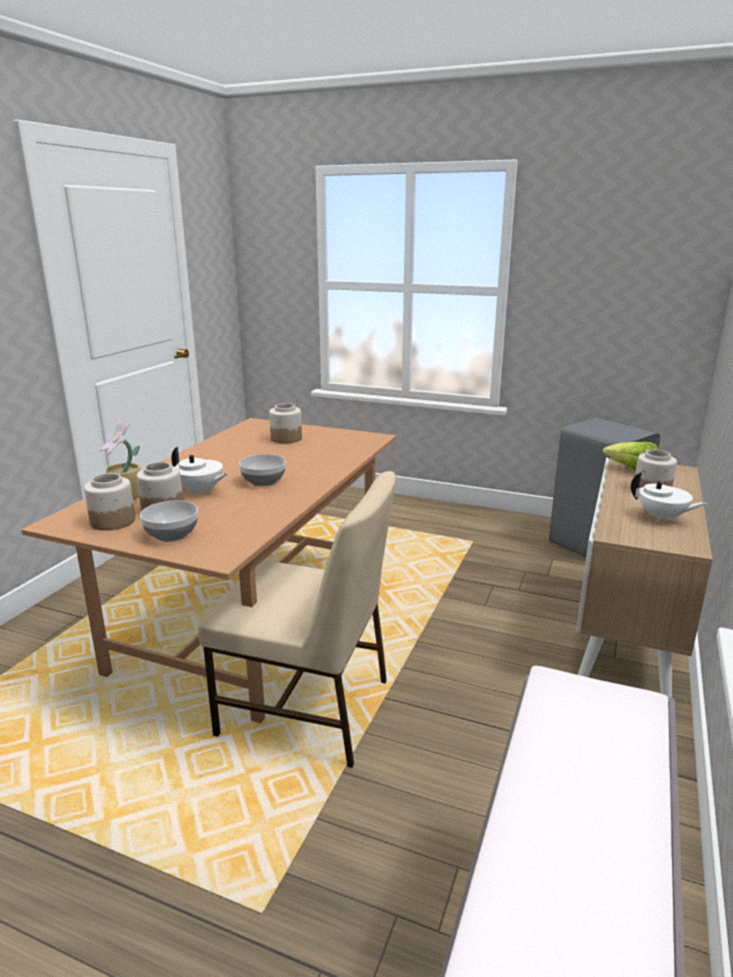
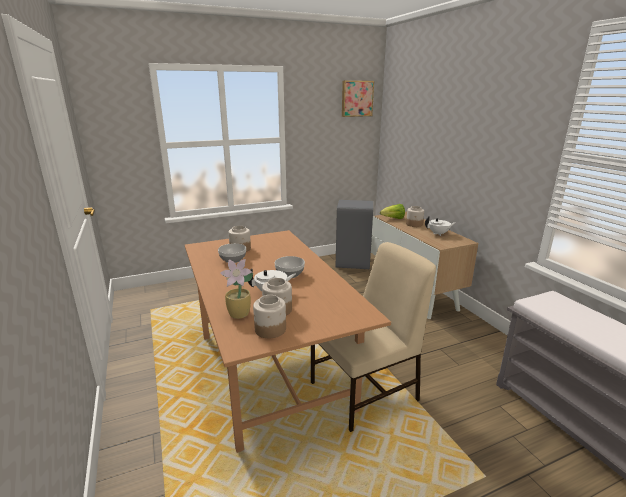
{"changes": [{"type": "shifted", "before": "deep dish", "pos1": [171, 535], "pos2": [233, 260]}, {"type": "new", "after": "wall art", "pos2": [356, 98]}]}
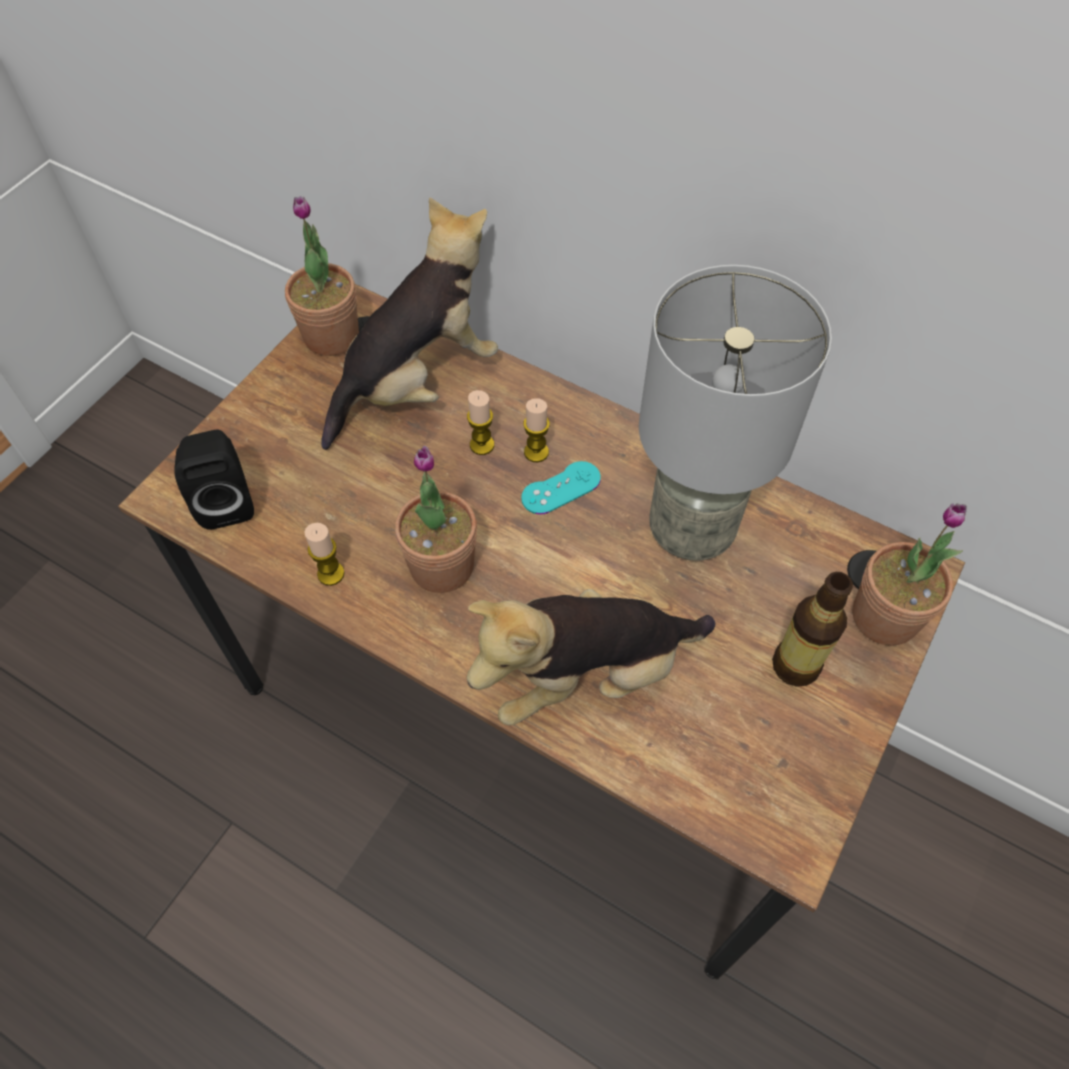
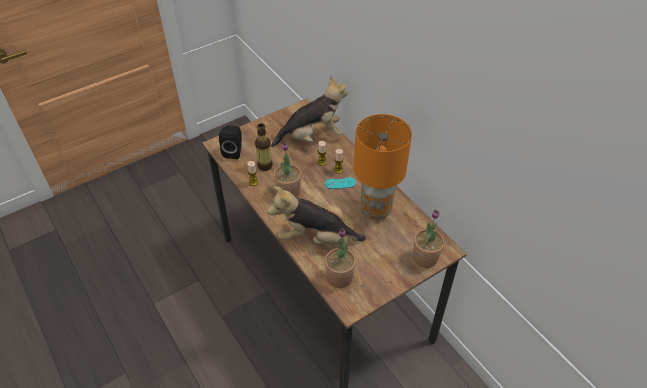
{"changes": [{"type": "shifted", "before": "potted plant", "pos1": [331, 336], "pos2": [339, 278]}, {"type": "repainted", "before": "grey table lamp", "after": "orange table lamp", "pos1": [689, 531], "pos2": [375, 210]}, {"type": "shifted", "before": "beverage bottle", "pos1": [795, 665], "pos2": [265, 166]}]}
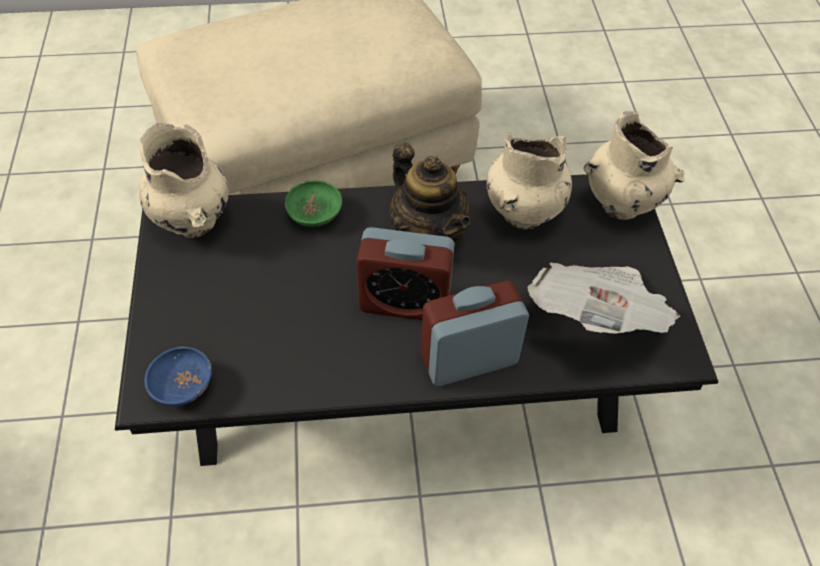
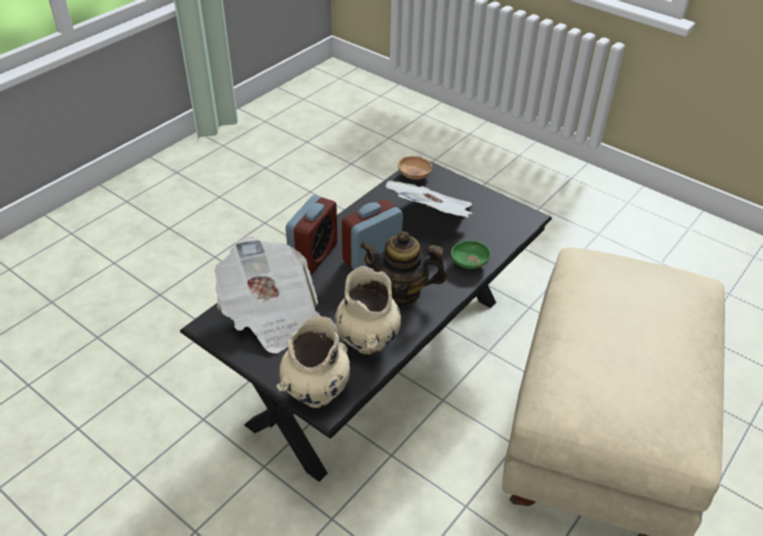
{"changes": [{"type": "gone", "before": "beige flower vase", "pos1": [193, 223]}, {"type": "repainted", "before": "blue-coloured deep dish", "after": "brownish deep dish", "pos1": [182, 386], "pos2": [414, 175]}, {"type": "new", "after": "printed paper", "pos2": [432, 217]}]}
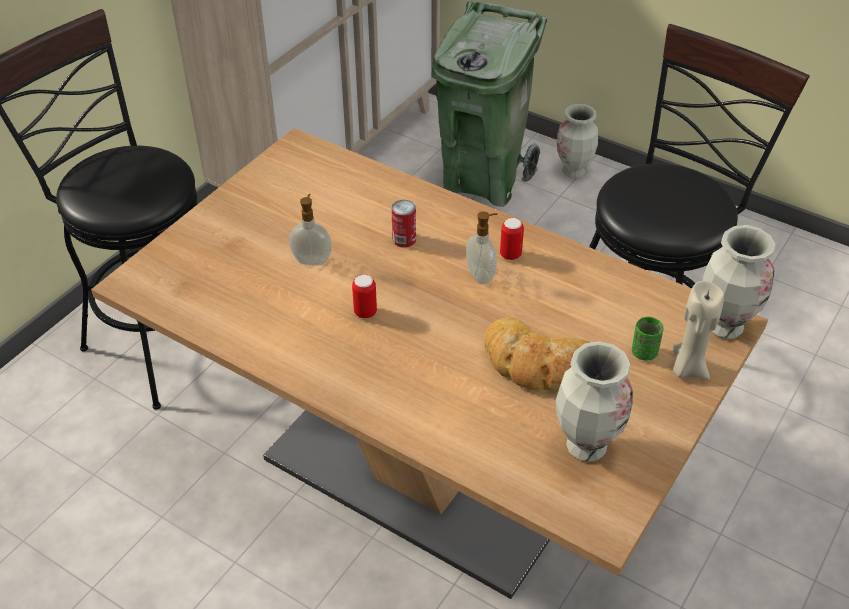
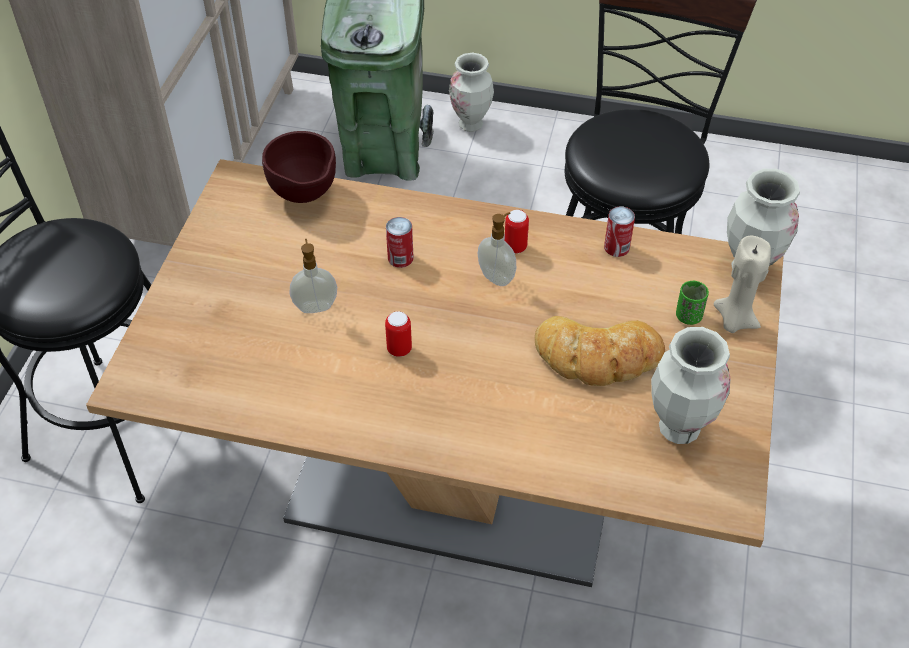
{"changes": [{"type": "new", "after": "brownish deep dish", "pos2": [305, 197]}, {"type": "new", "after": "sealed can", "pos2": [616, 247]}]}
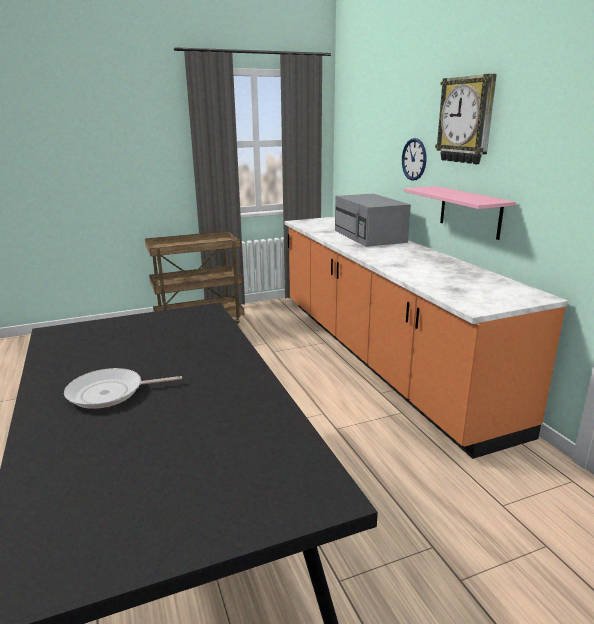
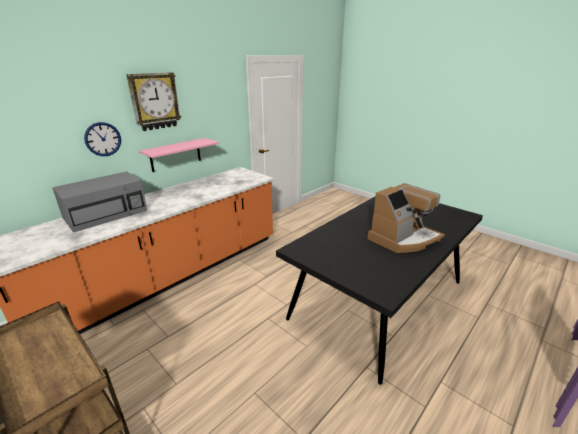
{"changes": [{"type": "swapped", "before": "skillet", "after": "coffee maker", "pos1": [110, 393], "pos2": [403, 239]}]}
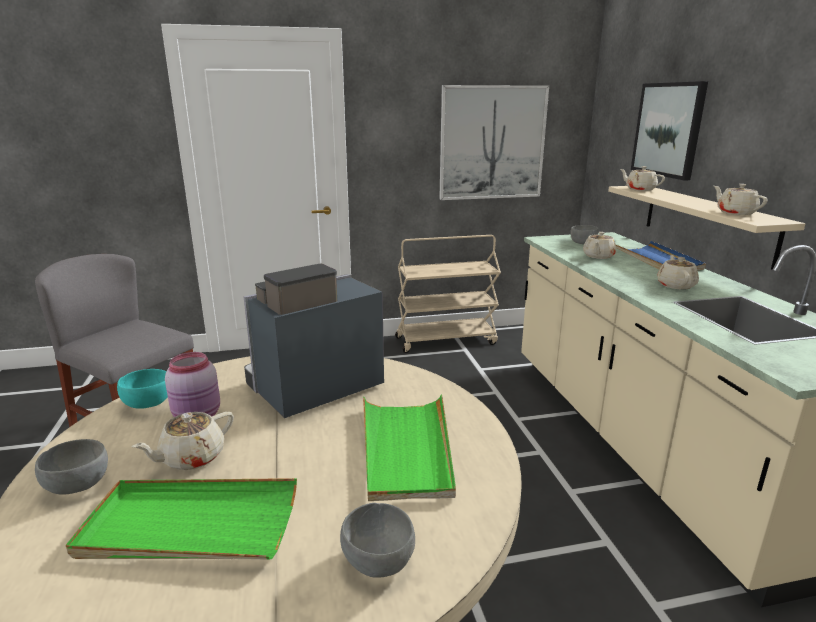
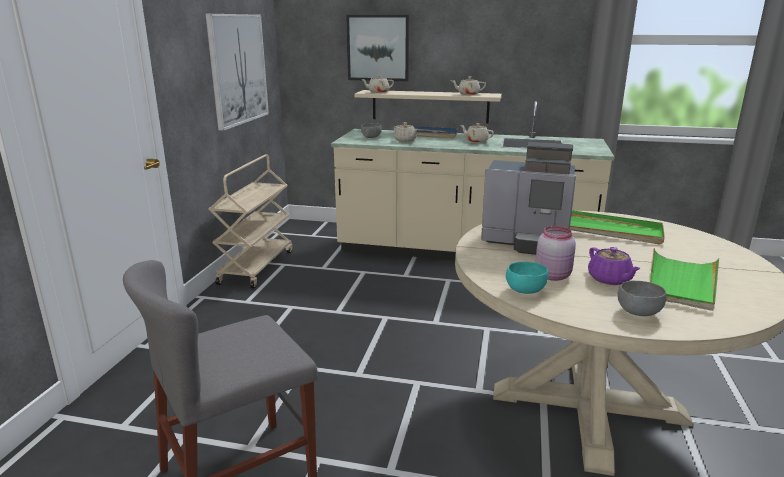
{"changes": [{"type": "rotated", "before": "coffee maker", "pos1": [312, 389], "pos2": [528, 242], "turn": -60}, {"type": "repainted", "before": "beige pot for tea", "after": "purplish pot for tea", "pos1": [191, 457], "pos2": [610, 279]}, {"type": "gone", "before": "grey deep dish", "pos1": [379, 561]}]}
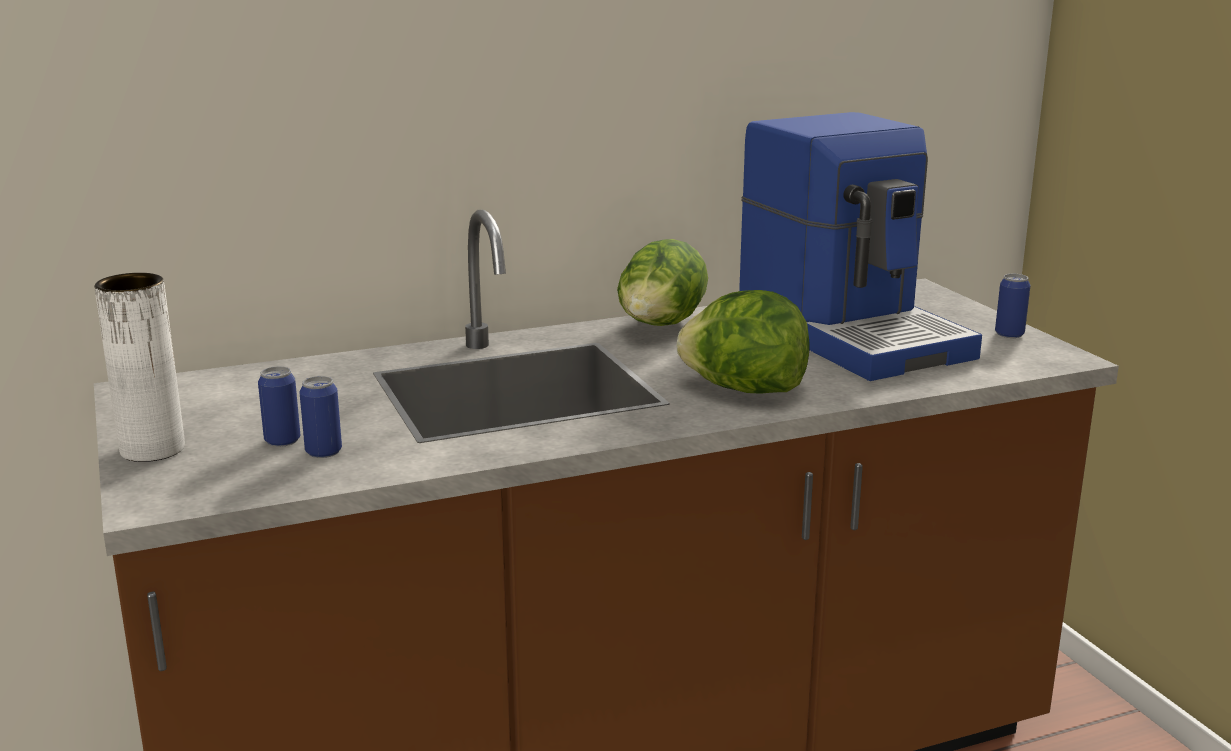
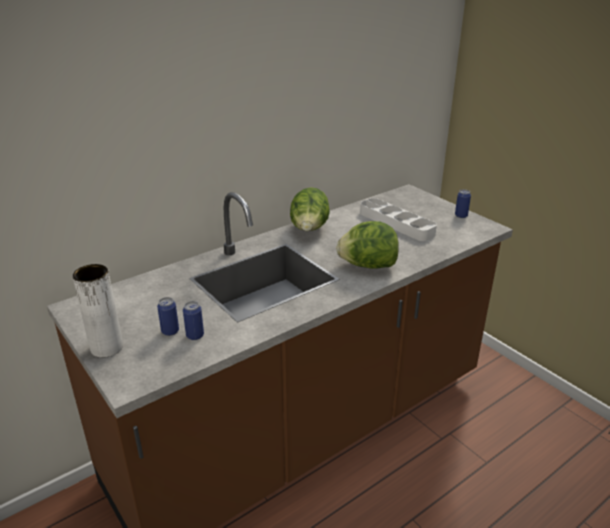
{"changes": [{"type": "swapped", "before": "coffee maker", "after": "whitish tray", "pos1": [853, 333], "pos2": [396, 223]}]}
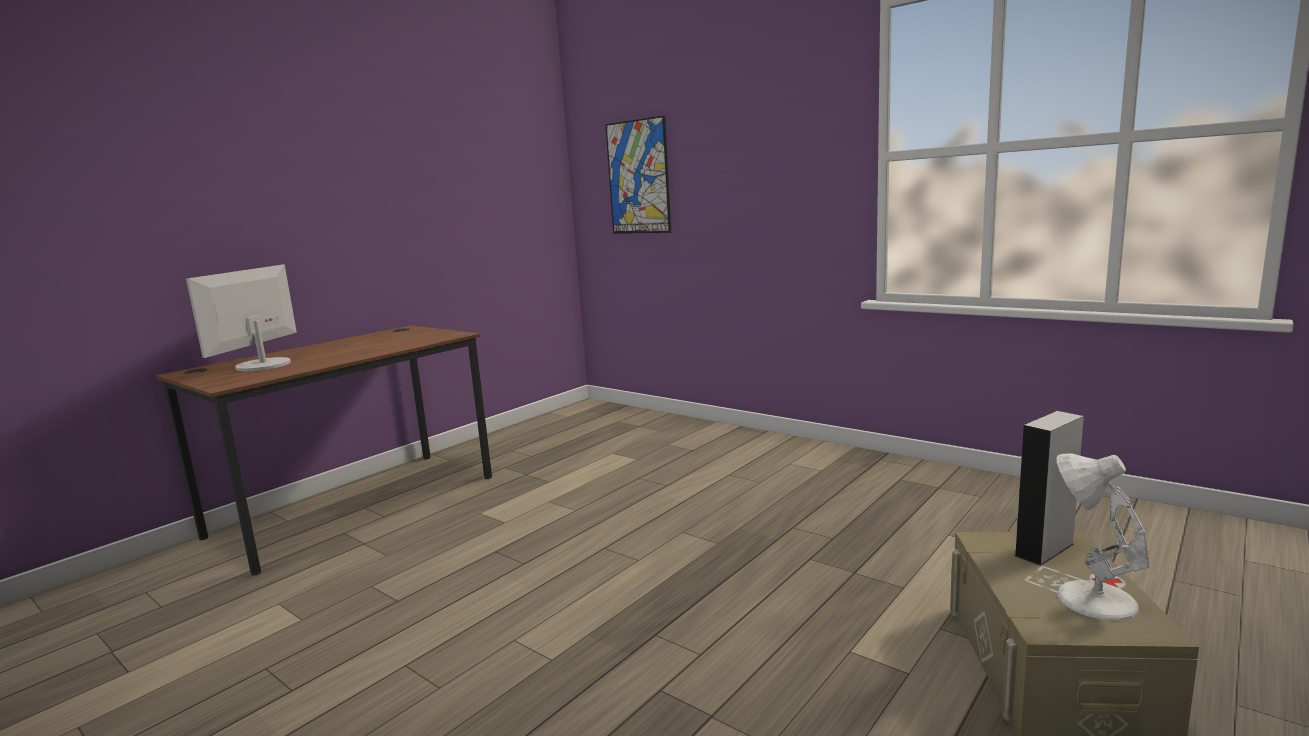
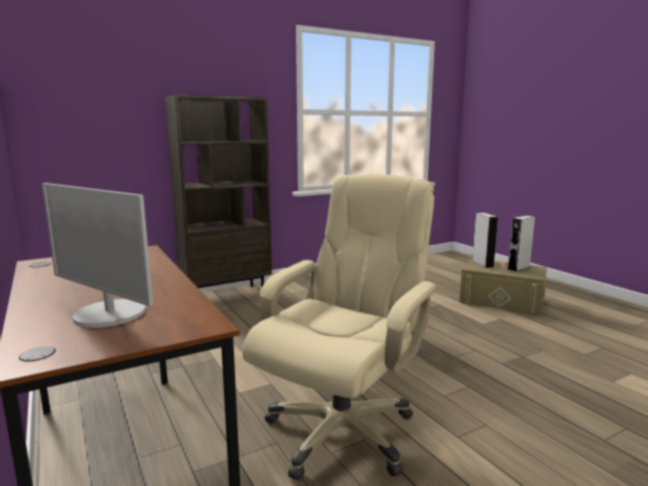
{"changes": [{"type": "gone", "before": "wall art", "pos1": [638, 177]}, {"type": "swapped", "before": "whitish table lamp", "after": "grey loudspeaker", "pos1": [1092, 599], "pos2": [518, 268]}, {"type": "new", "after": "brownish bookshelf", "pos2": [227, 295]}, {"type": "new", "after": "beige office chair", "pos2": [341, 431]}]}
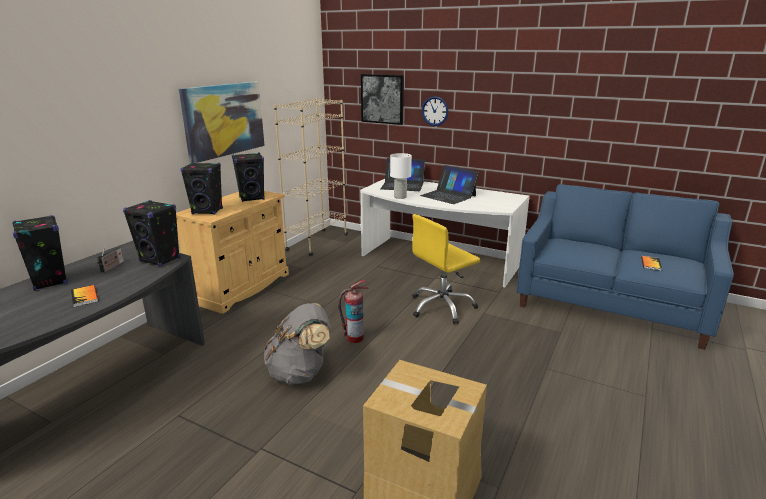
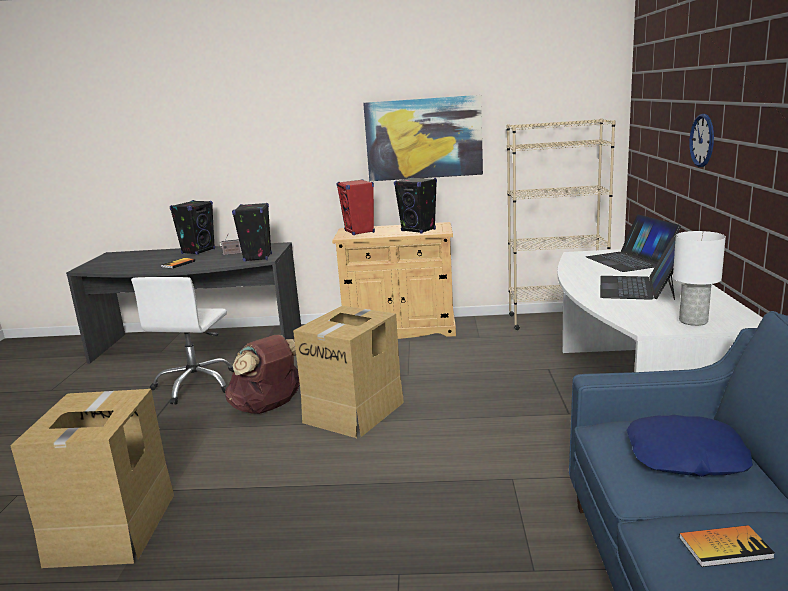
{"changes": [{"type": "gone", "before": "wall art", "pos1": [382, 99]}, {"type": "shifted", "before": "whitish table lamp", "pos1": [399, 197], "pos2": [692, 321]}, {"type": "repainted", "before": "black loudspeaker", "after": "red-coloured loudspeaker", "pos1": [207, 211], "pos2": [359, 232]}, {"type": "gone", "before": "yellow-coloured office chair", "pos1": [442, 307]}, {"type": "swapped", "before": "fire extinguisher", "after": "cardboard box", "pos1": [354, 338], "pos2": [355, 411]}, {"type": "repainted", "before": "grey knapsack", "after": "brownish knapsack", "pos1": [300, 373], "pos2": [268, 407]}, {"type": "new", "after": "whitish office chair", "pos2": [196, 385]}, {"type": "new", "after": "blue-coloured pillow", "pos2": [685, 457]}]}
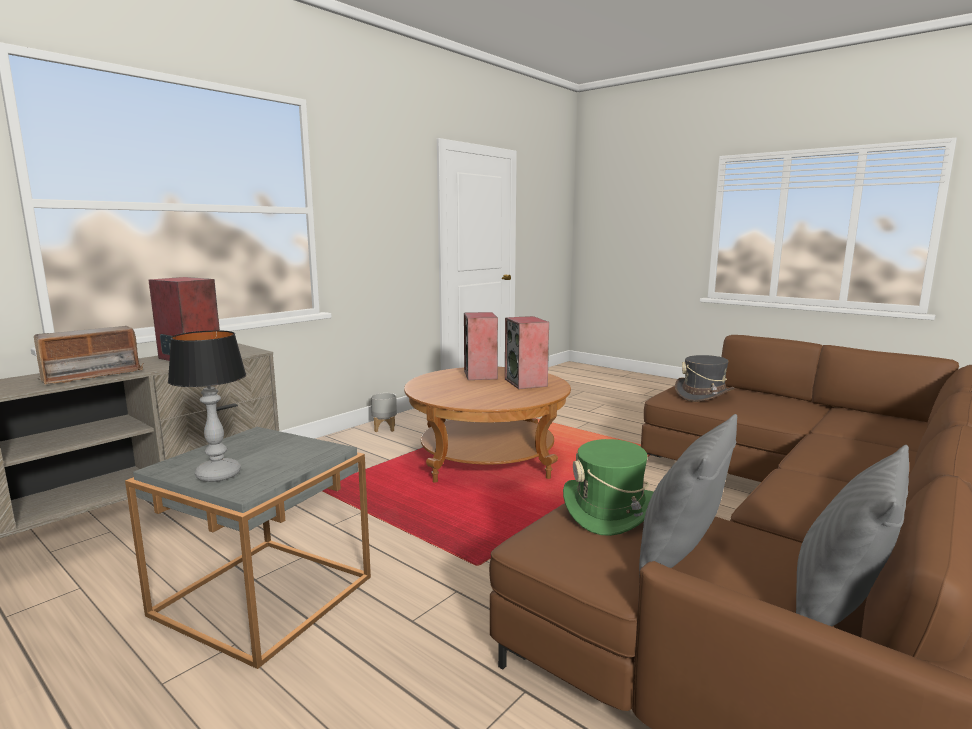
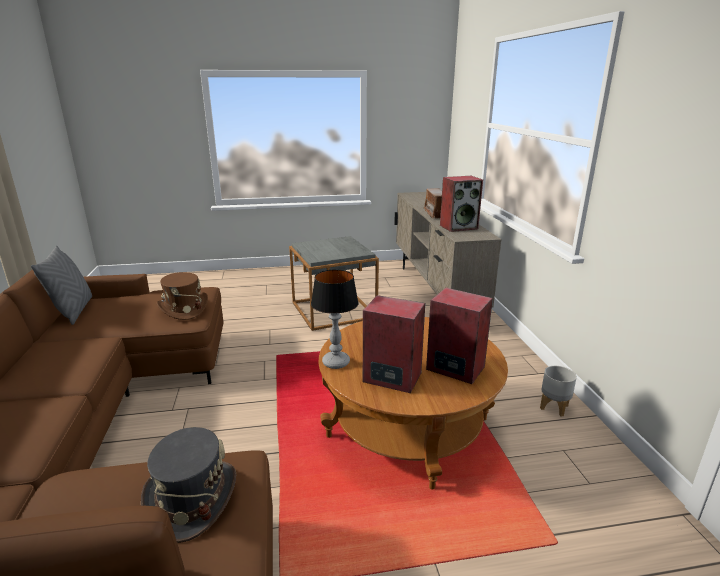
{"changes": [{"type": "shifted", "before": "table lamp", "pos1": [219, 474], "pos2": [335, 363]}, {"type": "gone", "before": "grey pillow", "pos1": [680, 555]}, {"type": "repainted", "before": "green-coloured hat", "after": "brownish hat", "pos1": [609, 510], "pos2": [183, 309]}]}
